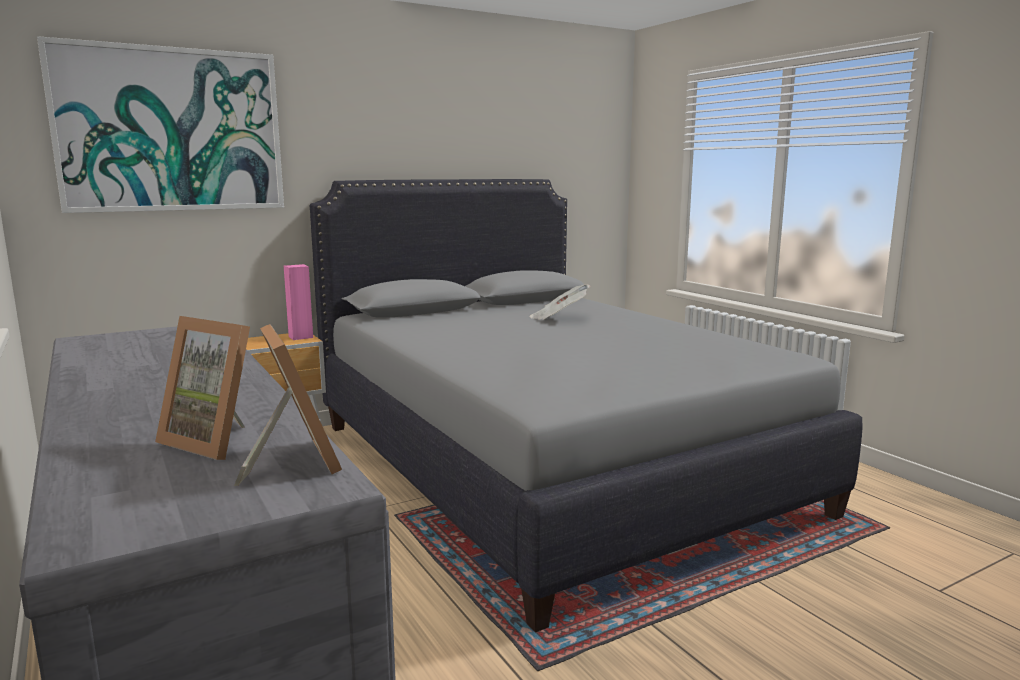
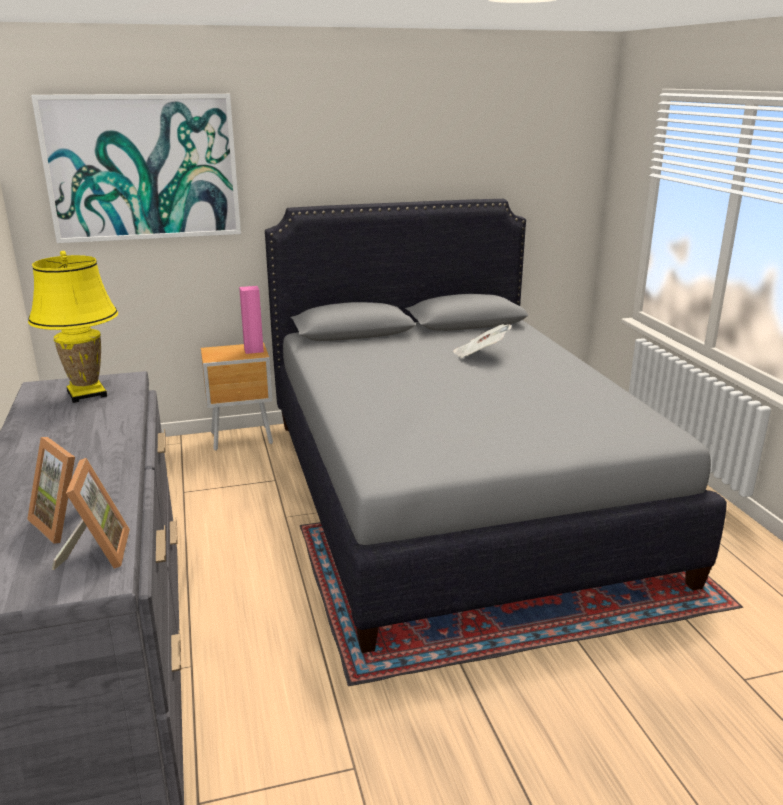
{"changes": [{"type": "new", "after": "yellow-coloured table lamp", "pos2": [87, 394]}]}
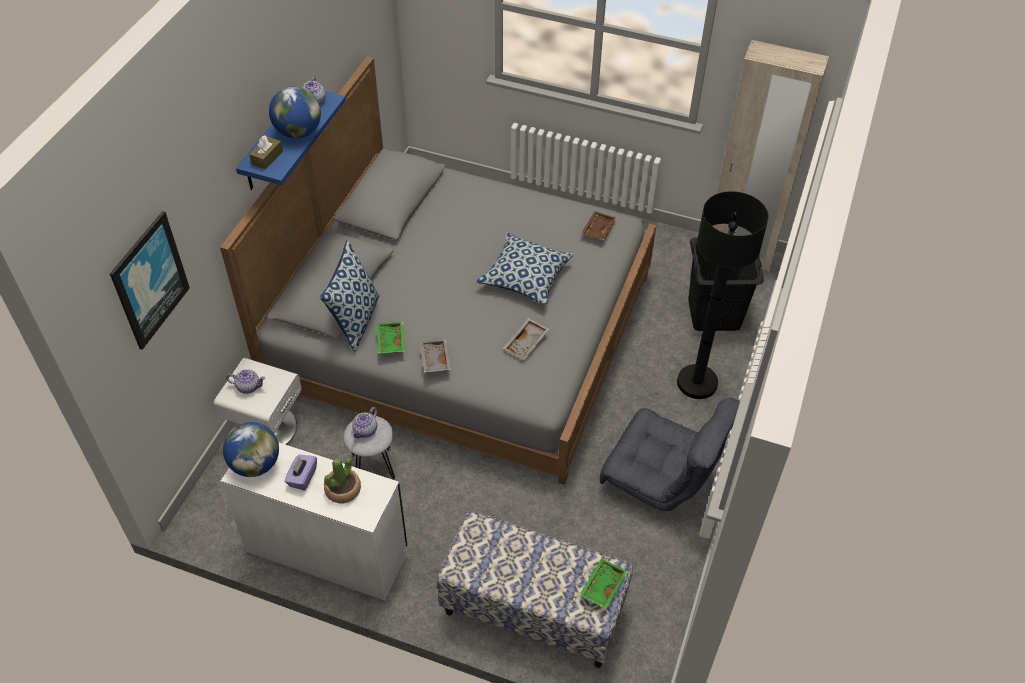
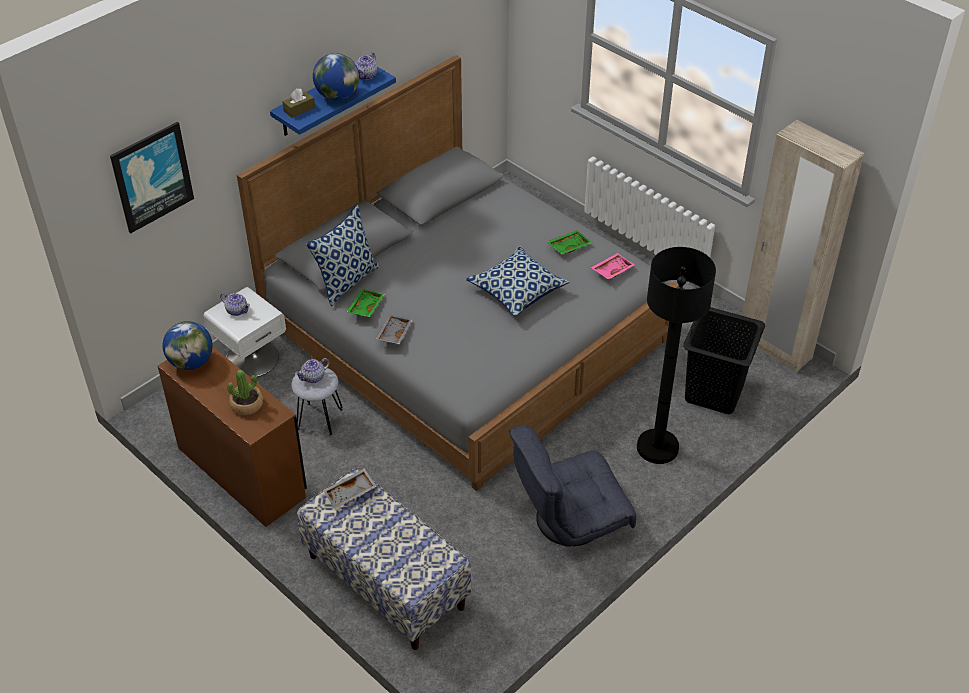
{"changes": [{"type": "repainted", "before": "brownish tray", "after": "pinkish tray", "pos1": [597, 229], "pos2": [611, 270]}, {"type": "shifted", "before": "grey tray", "pos1": [527, 343], "pos2": [350, 493]}, {"type": "rotated", "before": "grey easy chair", "pos1": [661, 479], "pos2": [569, 518], "turn": 105}, {"type": "repainted", "before": "whitish desk unit", "after": "brownish desk unit", "pos1": [327, 550], "pos2": [242, 471]}, {"type": "gone", "before": "purplish tissue holder", "pos1": [302, 478]}, {"type": "shifted", "before": "green-coloured tray", "pos1": [602, 586], "pos2": [568, 246]}]}
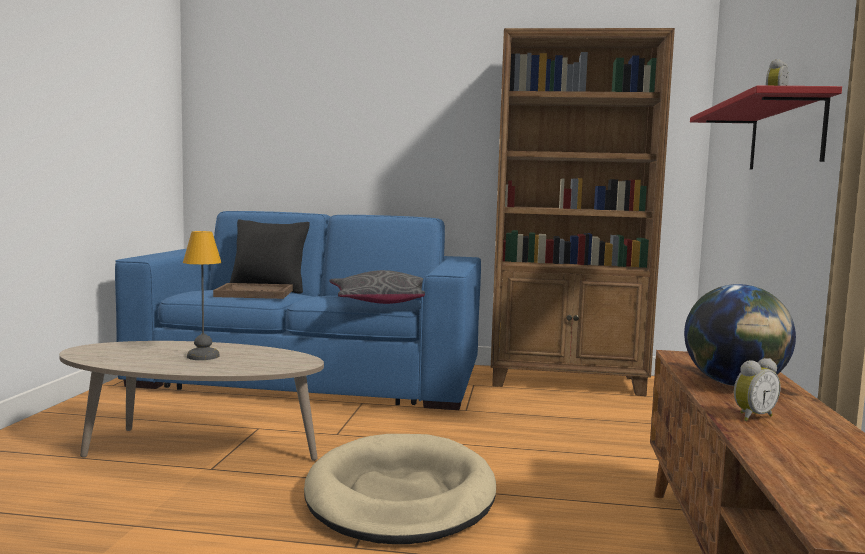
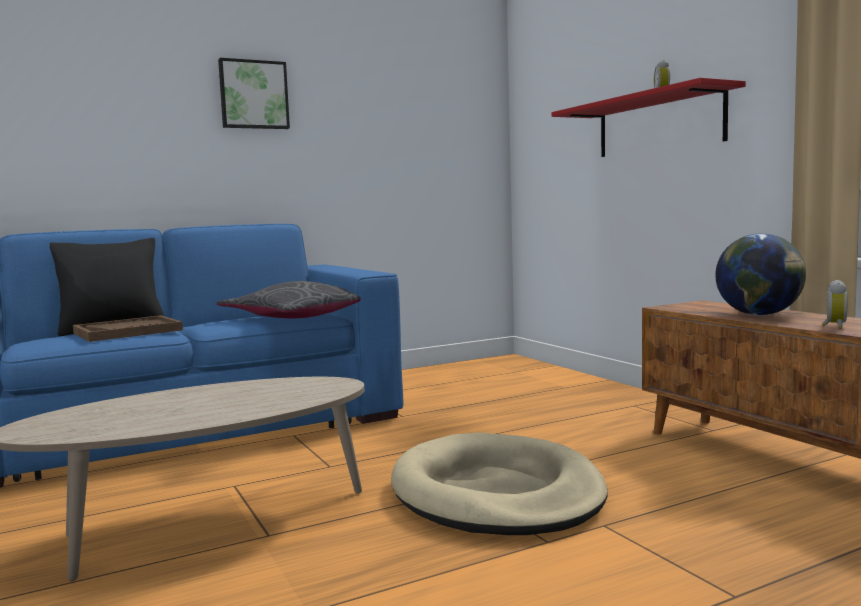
{"changes": [{"type": "gone", "before": "brownish bookshelf", "pos1": [568, 382]}, {"type": "gone", "before": "table lamp", "pos1": [204, 356]}, {"type": "new", "after": "wall art", "pos2": [253, 95]}]}
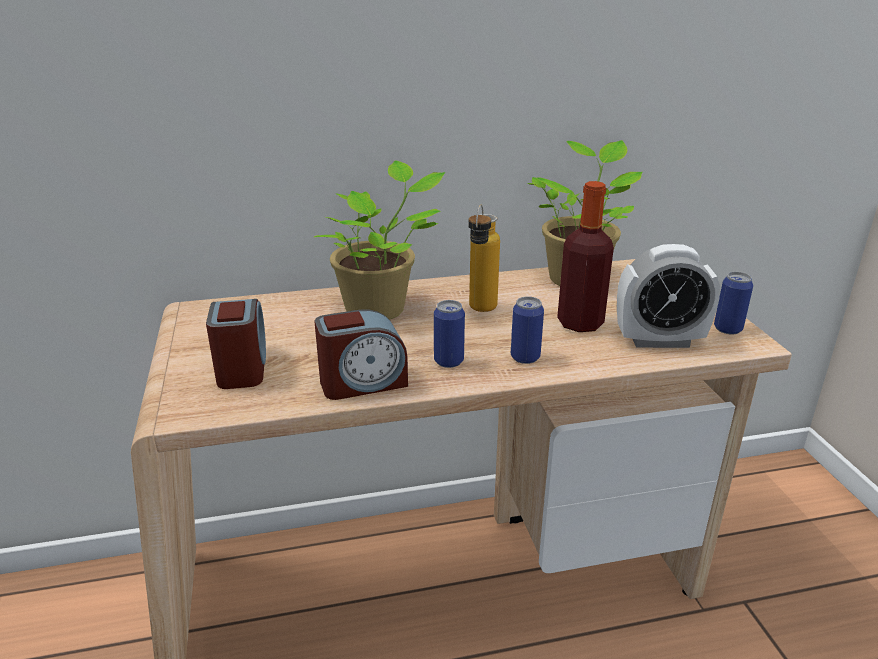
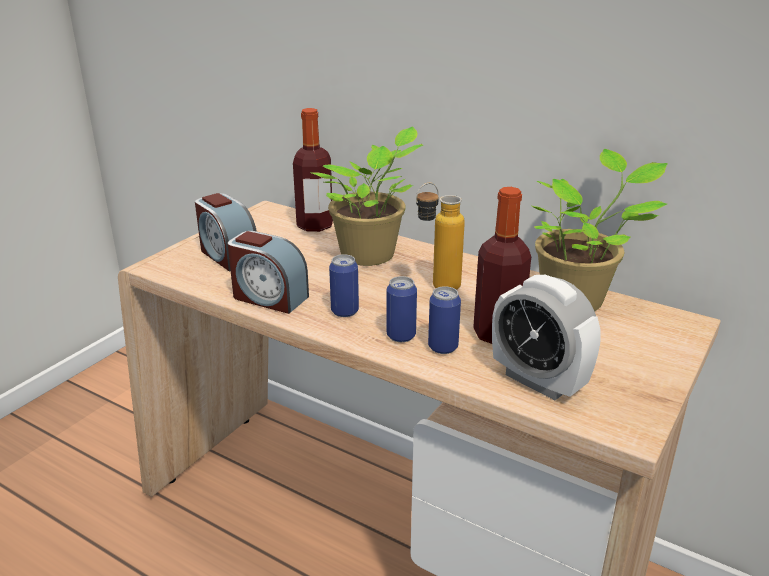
{"changes": [{"type": "shifted", "before": "sealed can", "pos1": [727, 329], "pos2": [443, 347]}, {"type": "rotated", "before": "alarm clock", "pos1": [242, 367], "pos2": [228, 255], "turn": 105}, {"type": "new", "after": "beverage bottle", "pos2": [315, 225]}]}
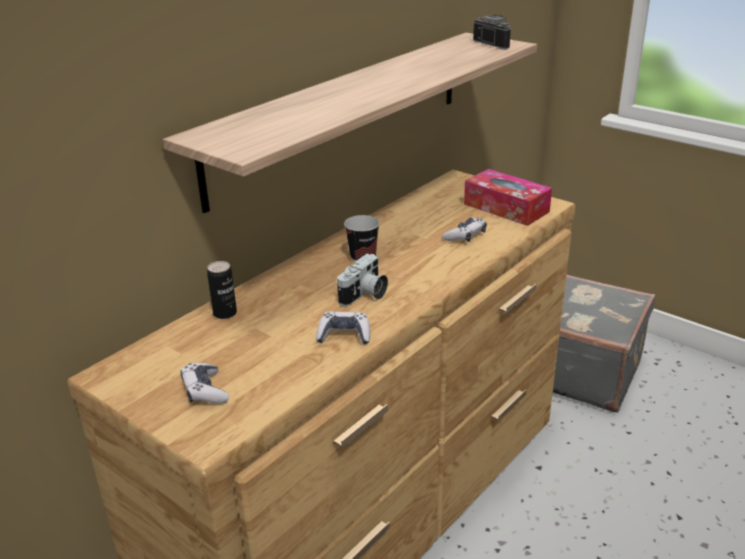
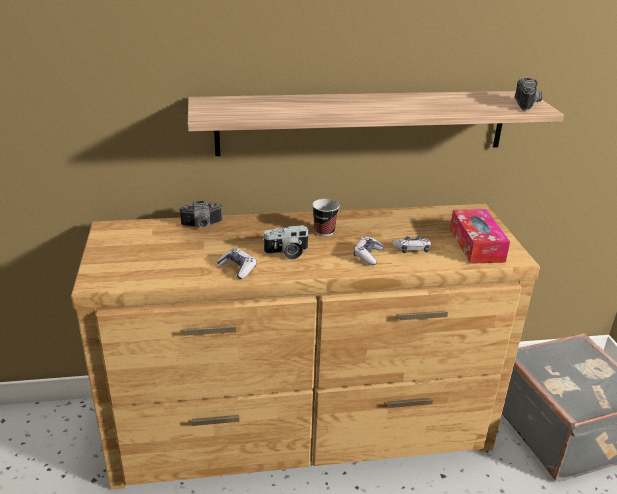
{"changes": [{"type": "swapped", "before": "sealed can", "after": "photo camera", "pos1": [225, 313], "pos2": [202, 226]}, {"type": "shifted", "before": "gamepad", "pos1": [205, 391], "pos2": [368, 255]}]}
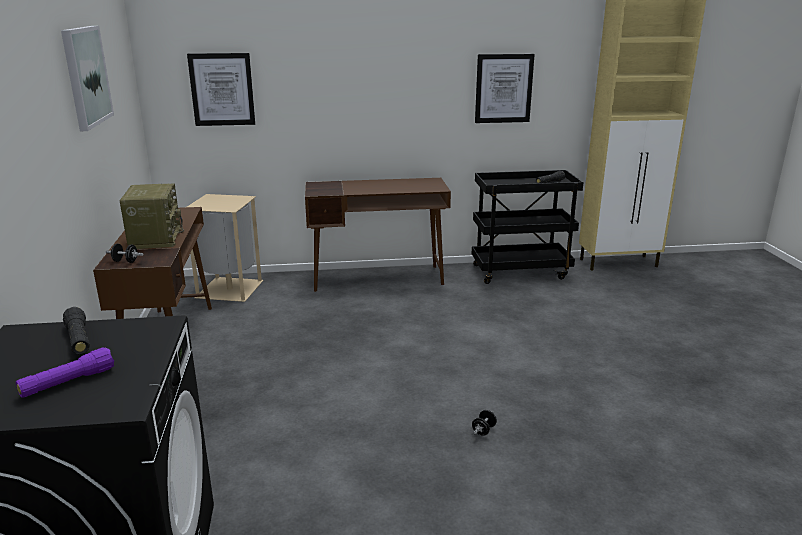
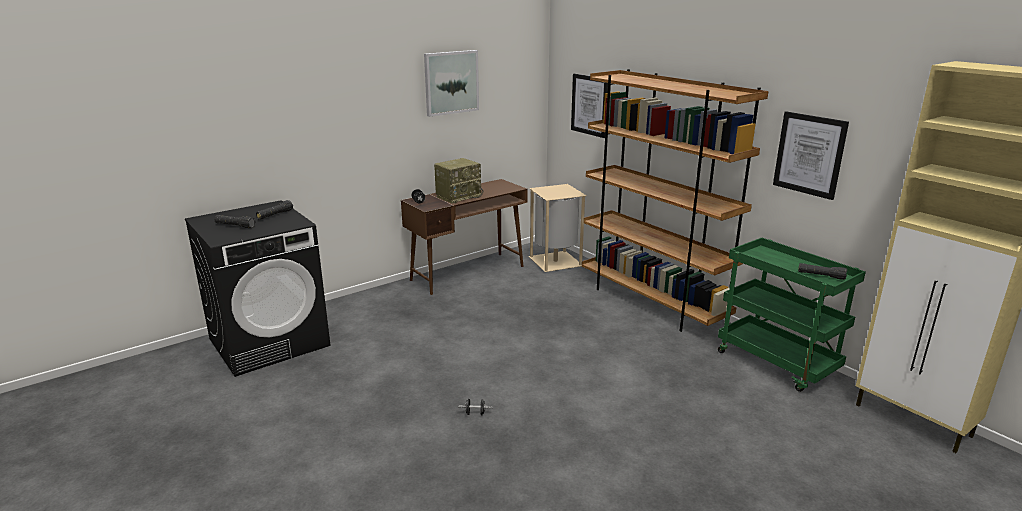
{"changes": [{"type": "repainted", "before": "black cart", "after": "green-coloured cart", "pos1": [520, 271], "pos2": [777, 363]}, {"type": "swapped", "before": "brownish desk unit", "after": "brownish bookshelf", "pos1": [378, 278], "pos2": [652, 303]}, {"type": "repainted", "before": "purplish torch", "after": "black torch", "pos1": [68, 382], "pos2": [235, 226]}]}
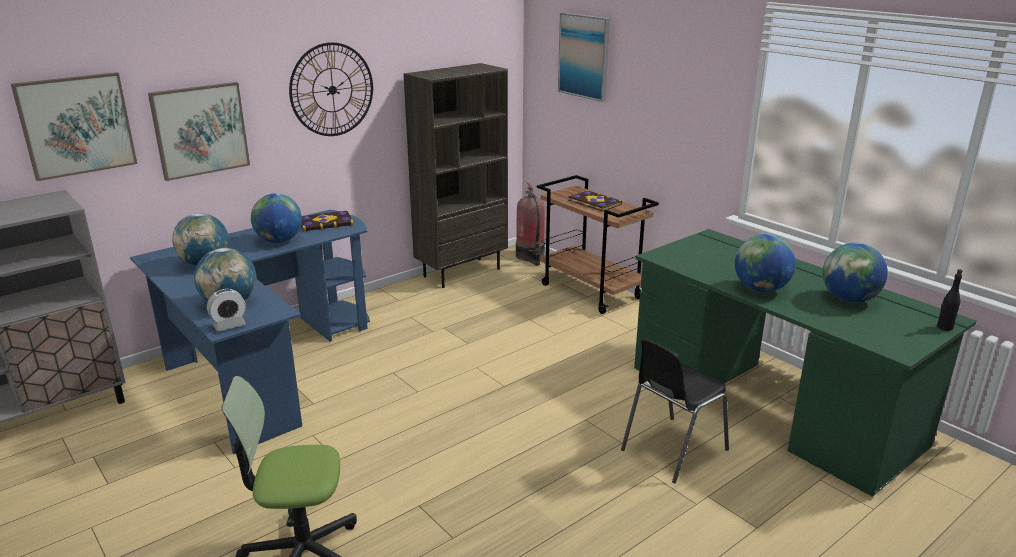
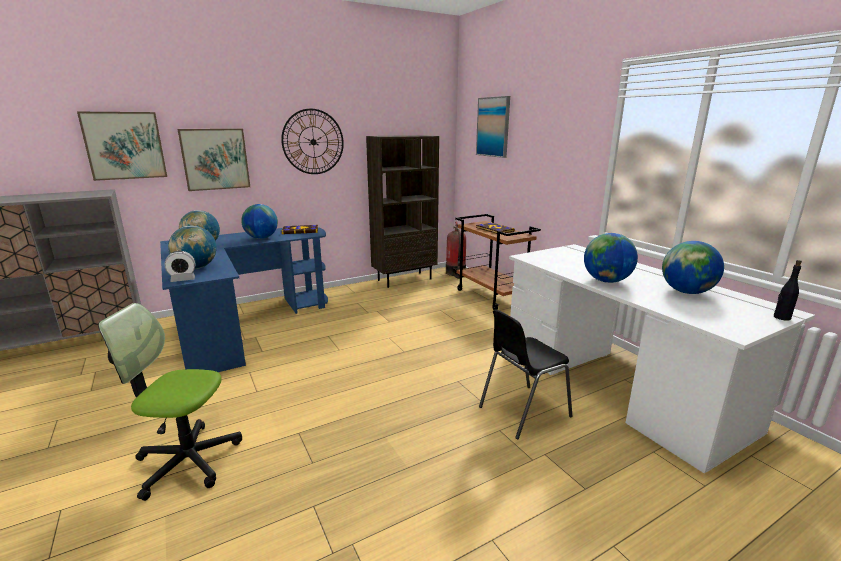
{"changes": [{"type": "repainted", "before": "green-coloured desk unit", "after": "whitish desk unit", "pos1": [771, 406], "pos2": [617, 385]}]}
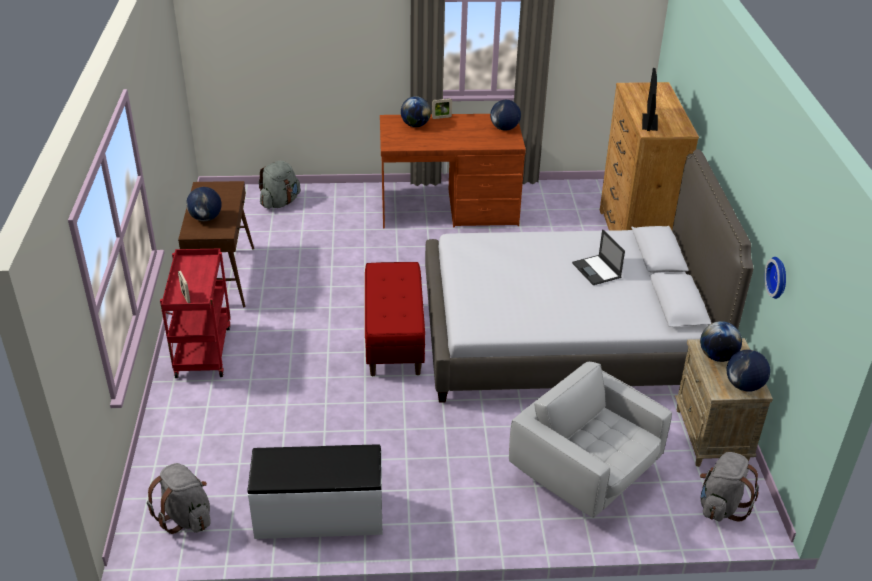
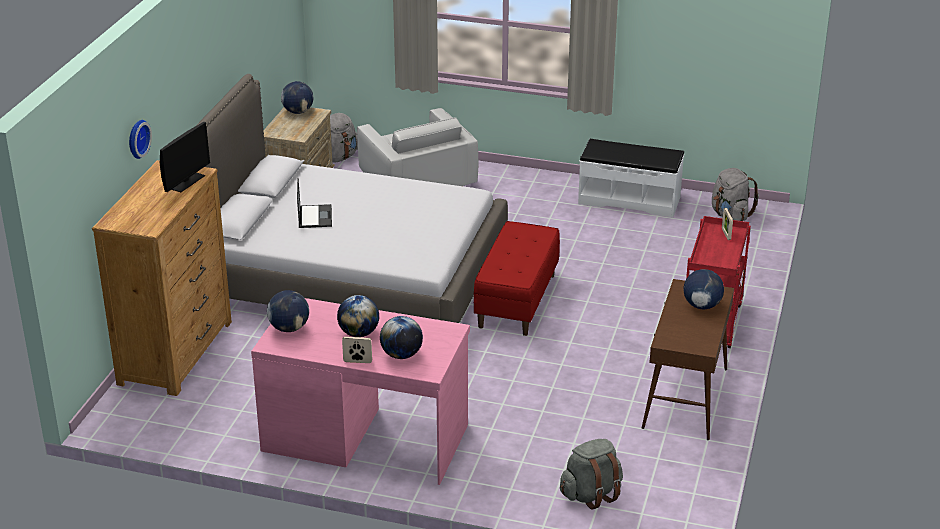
{"changes": [{"type": "repainted", "before": "brownish desk unit", "after": "pinkish desk unit", "pos1": [449, 208], "pos2": [365, 437]}, {"type": "shifted", "before": "hanging clock", "pos1": [779, 277], "pos2": [136, 138]}, {"type": "shifted", "before": "globe", "pos1": [717, 356], "pos2": [359, 333]}]}
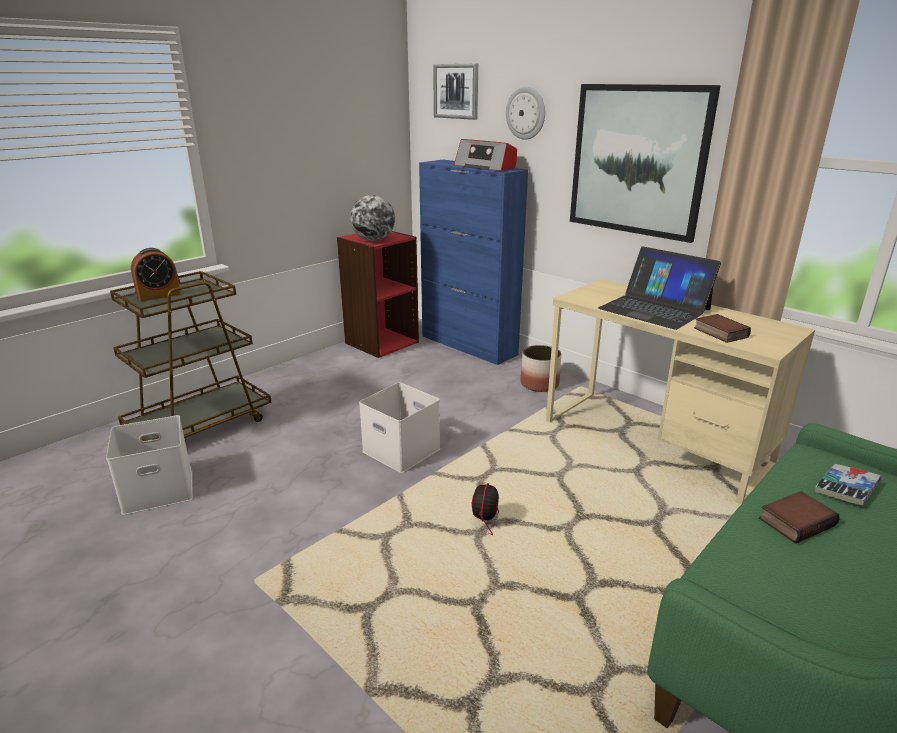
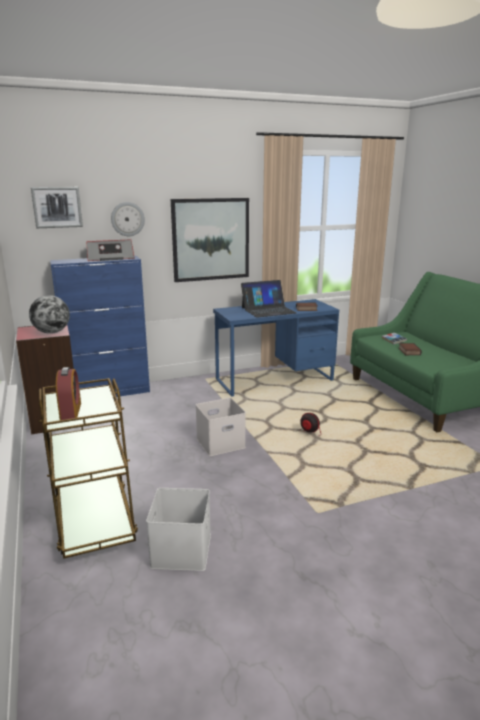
{"changes": [{"type": "repainted", "before": "beige desk unit", "after": "blue-coloured desk unit", "pos1": [654, 442], "pos2": [274, 380]}, {"type": "gone", "before": "planter", "pos1": [539, 384]}]}
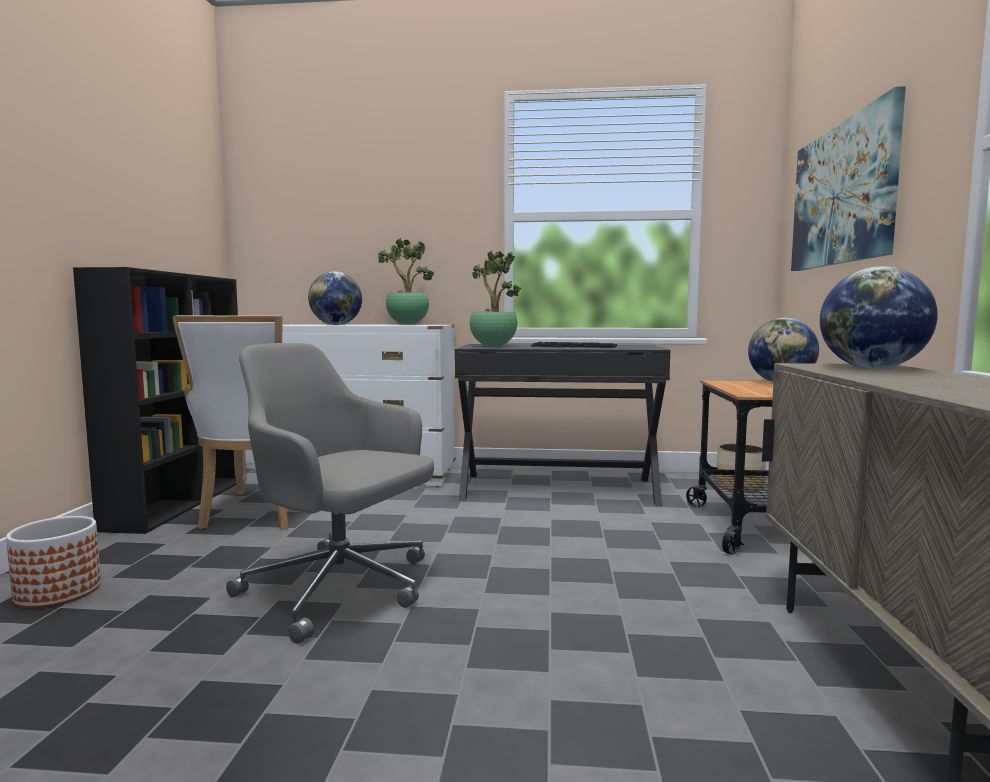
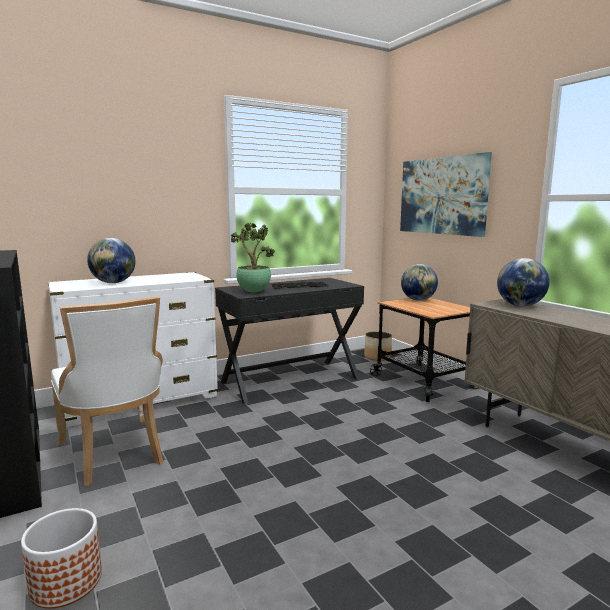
{"changes": [{"type": "gone", "before": "potted plant", "pos1": [406, 324]}, {"type": "gone", "before": "grey office chair", "pos1": [341, 589]}]}
